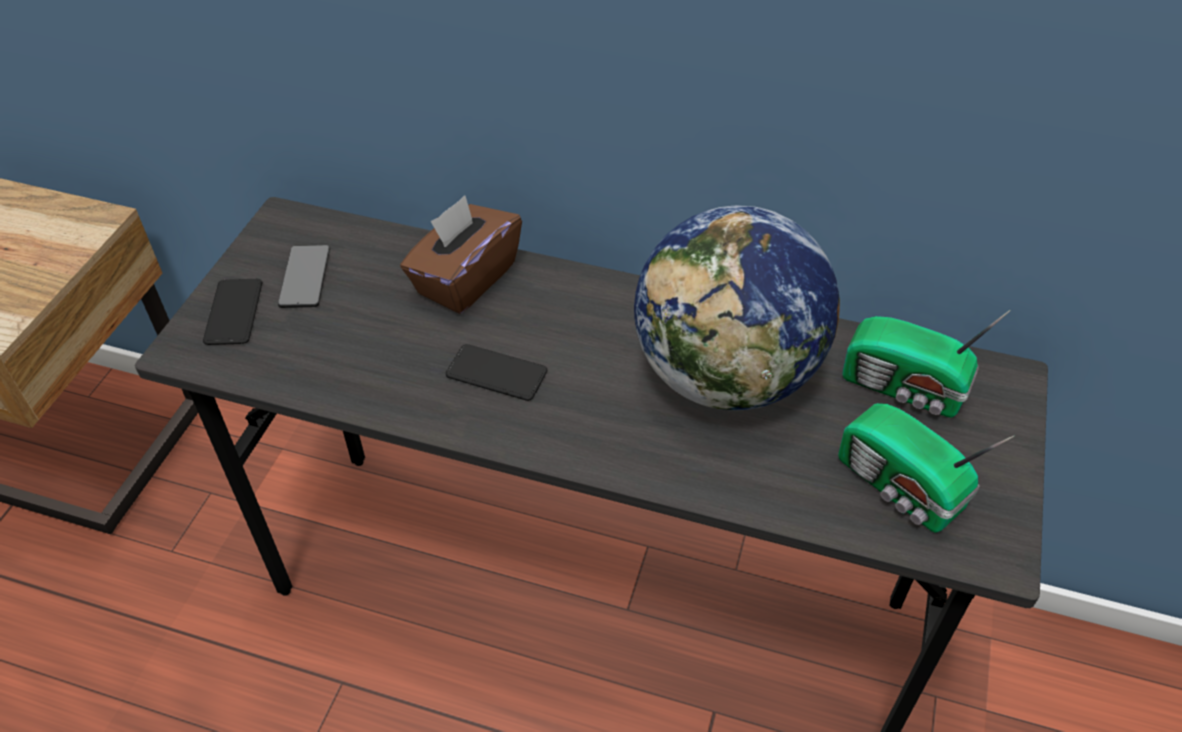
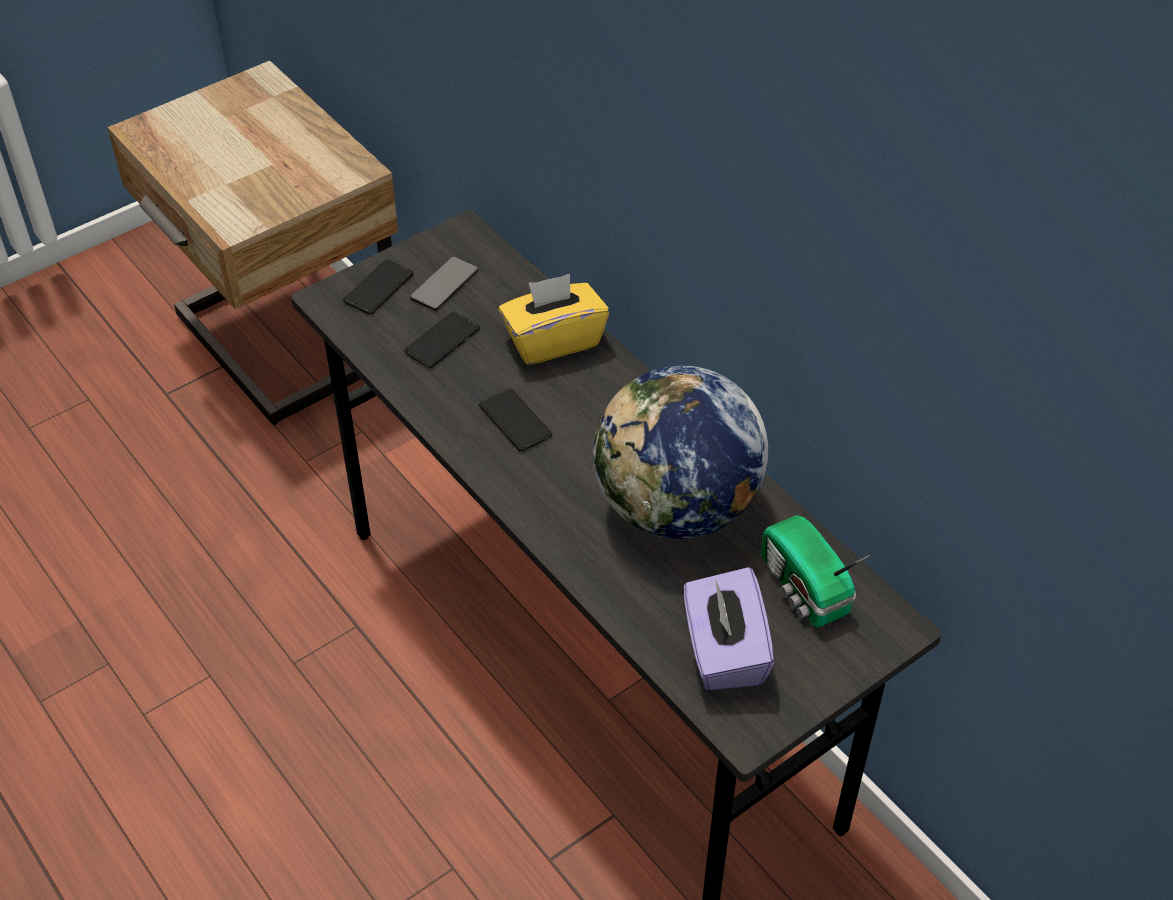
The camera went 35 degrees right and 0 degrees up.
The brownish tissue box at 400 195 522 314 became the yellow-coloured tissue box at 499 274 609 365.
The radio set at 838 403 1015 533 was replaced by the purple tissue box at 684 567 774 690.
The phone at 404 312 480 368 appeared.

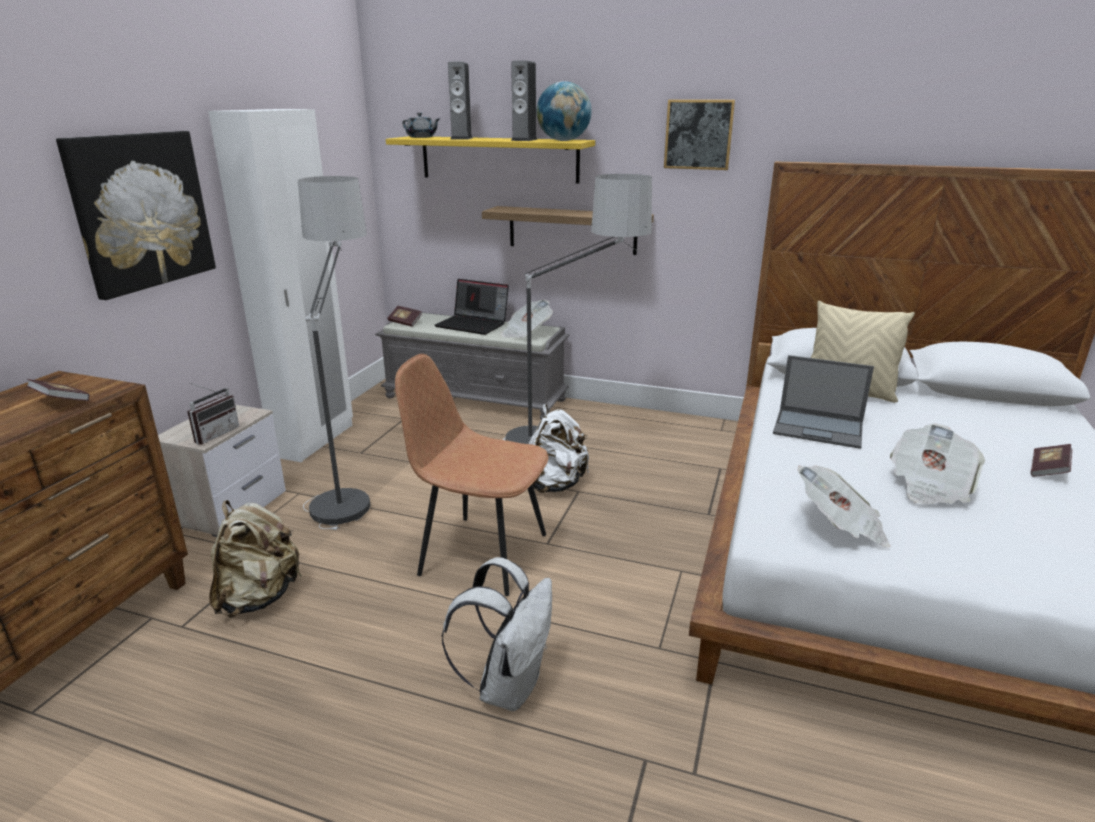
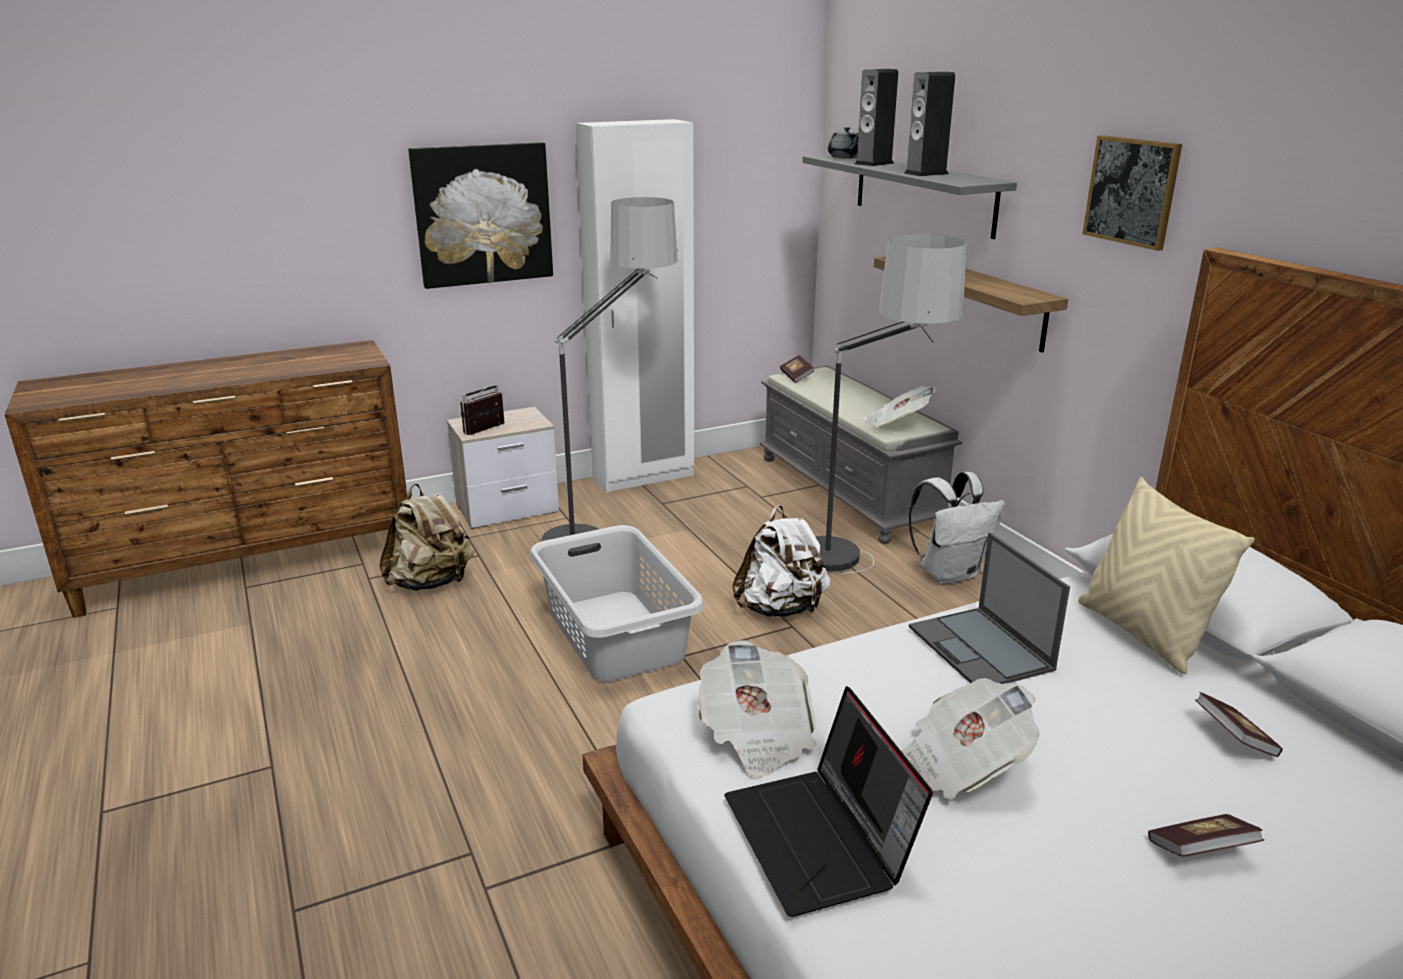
The camera went 45 degrees right and 0 degrees up.
The book moved from 26 379 90 401 to 1195 692 1283 757.
The radio set at 187 383 239 445 turned 150 degrees clockwise.
The yellow-coloured shelf at 386 136 595 184 became the grey shelf at 802 155 1017 239.
The brownish upright chair at 395 354 548 596 was replaced by the grey washing basket at 530 525 705 682.
The laptop moved from 434 279 509 335 to 724 686 933 917.
The white backpack moved from 442 557 552 711 to 909 472 1005 585.
The desk globe at 536 81 592 141 disappeared.

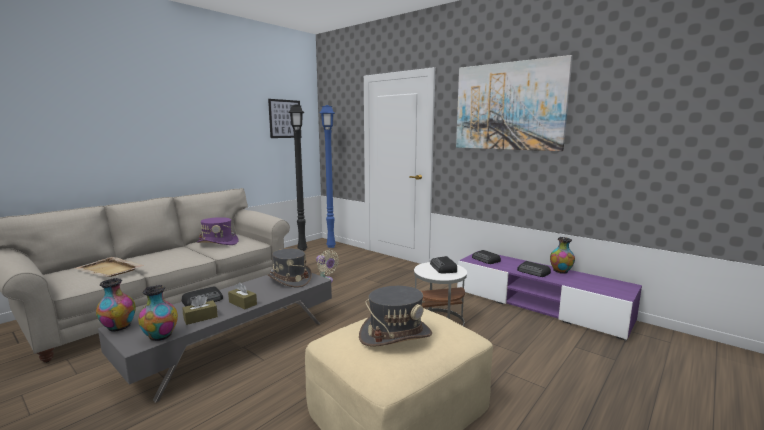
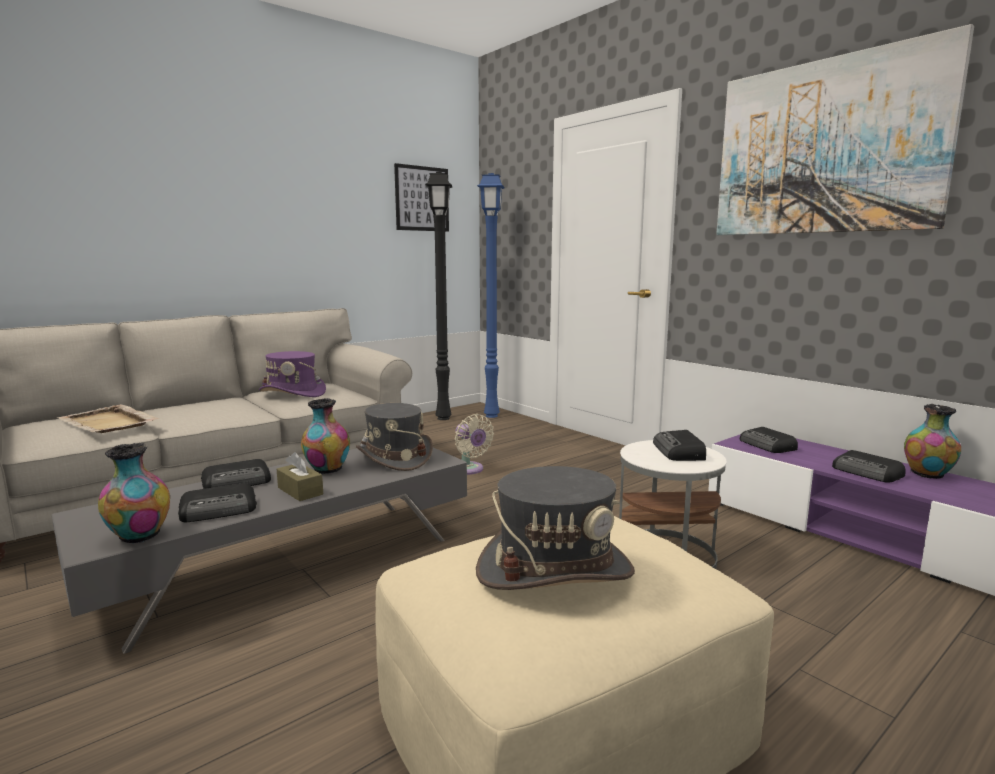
The camera went 10 degrees right and 0 degrees up.
The flower vase moved from 96 278 136 332 to 301 398 350 474.
The brownish tissue box at 182 295 218 325 was replaced by the radio set at 178 483 257 522.

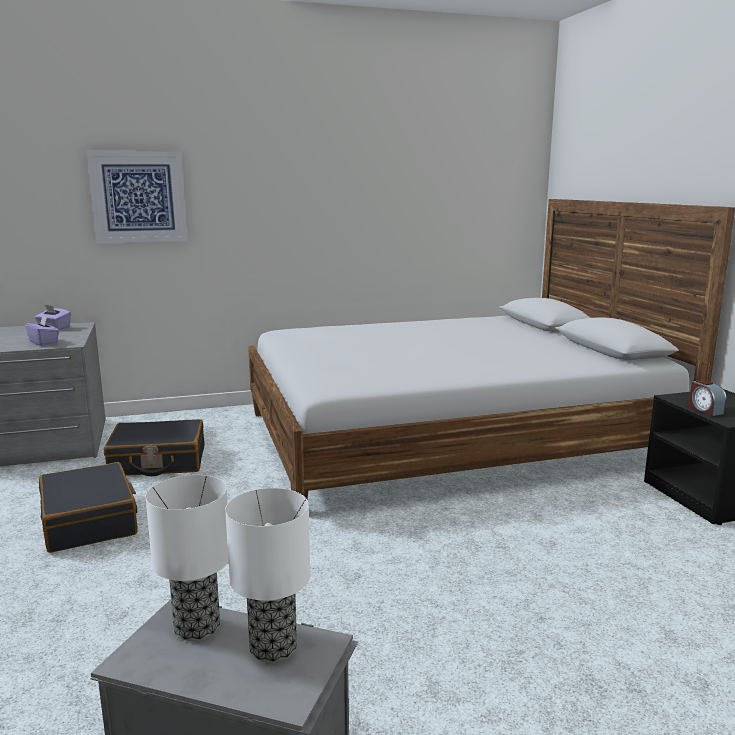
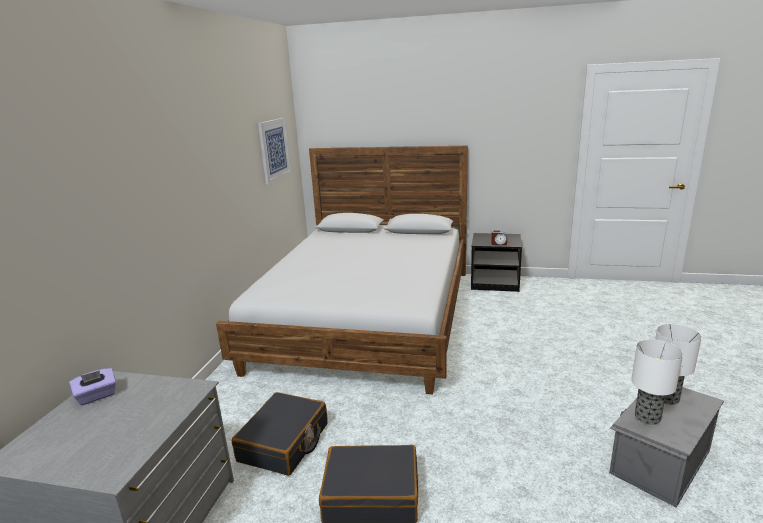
The camera went 60 degrees left and 5 degrees up.
The purple tissue box at 25 315 60 346 disappeared.
The wall art moved from 86 150 188 243 to 258 118 291 184.

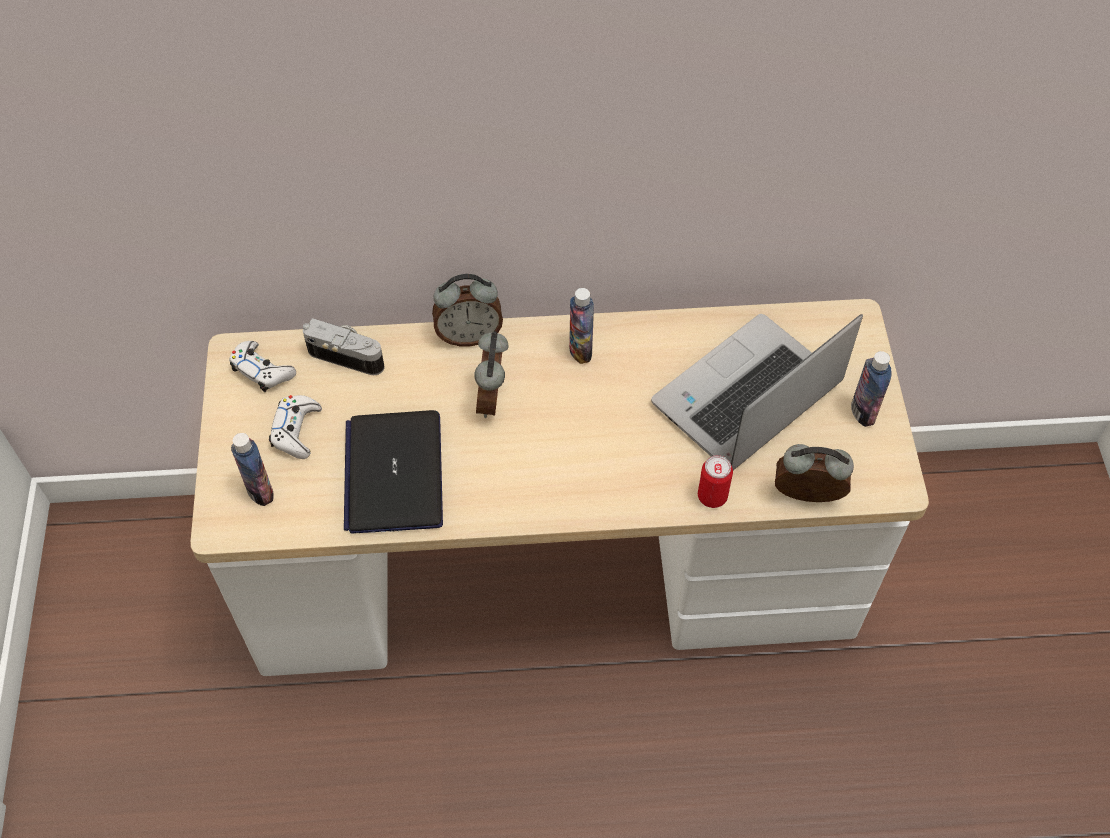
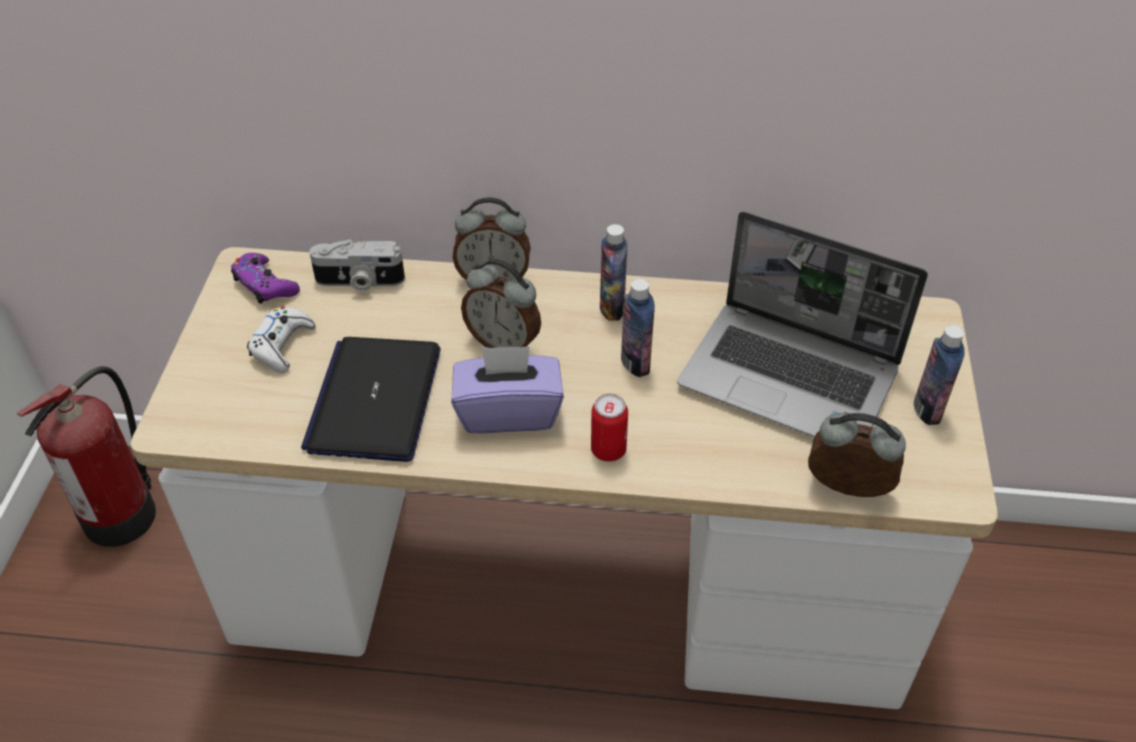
The camera went 10 degrees right and 10 degrees down.
The white joypad at 229 341 296 392 became the purple joypad at 231 253 300 304.
The drink bottle moved from 231 433 274 506 to 621 279 655 377.
The photo camera at 303 318 384 375 turned 150 degrees clockwise.
The bedside clock at 474 331 508 418 turned 75 degrees counterclockwise.
The laptop at 651 314 863 470 turned 120 degrees counterclockwise.
The metal can moved from 698 455 733 508 to 591 394 628 462.
The fire extinguisher at 17 366 156 547 appeared.
The purple tissue box at 451 346 564 433 appeared.

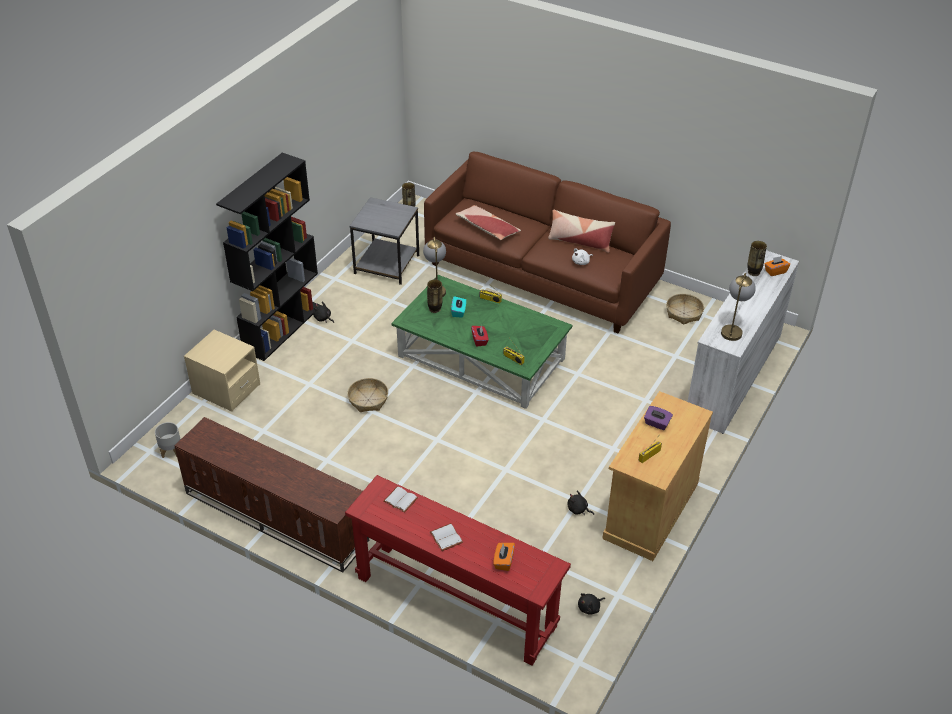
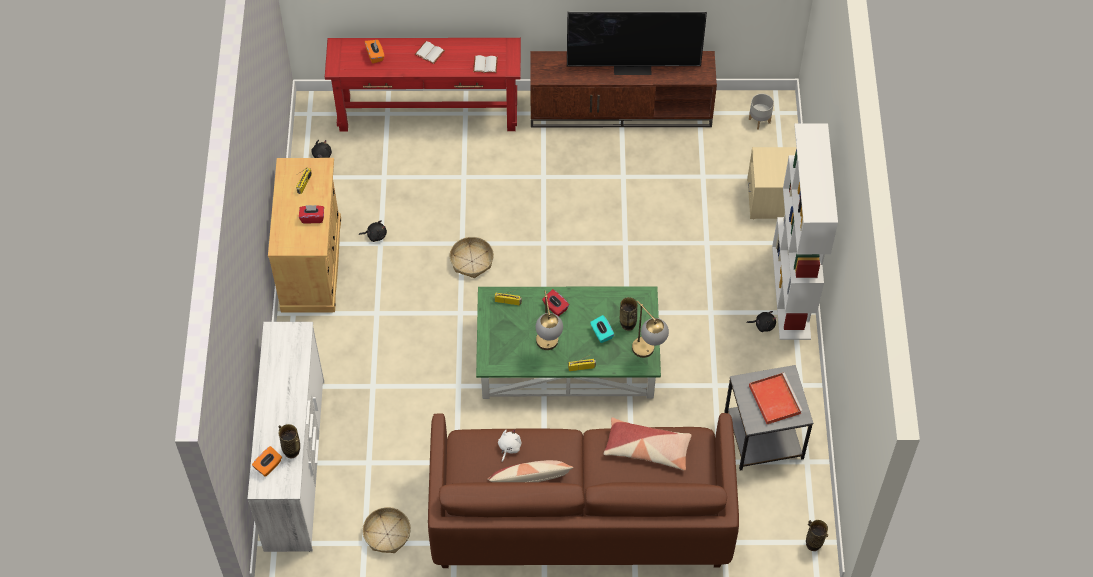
The camera went 150 degrees right and 15 degrees up.
The blackish bookcase at 216 152 319 361 became the white bookcase at 772 124 838 340.
The storage basket moved from 347 378 388 412 to 450 237 494 278.
The purple tissue box at 644 406 673 430 became the reddish tissue box at 299 205 324 224.
The tabletop lamp moved from 721 273 756 341 to 536 291 563 350.
The TV set at 567 12 707 75 appeared.
The reddish tray at 749 373 803 424 appeared.

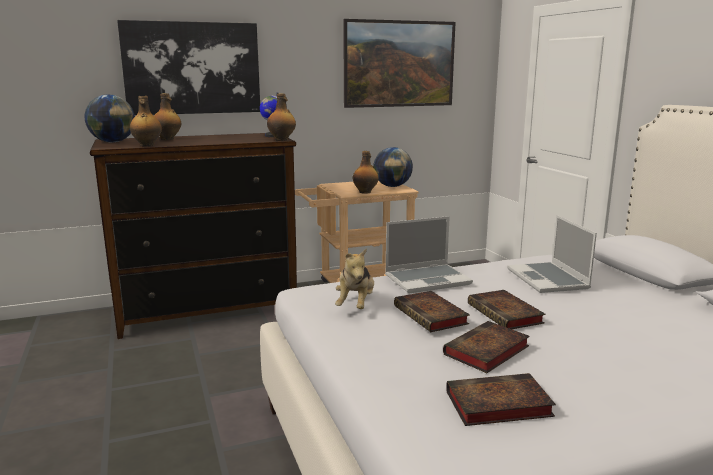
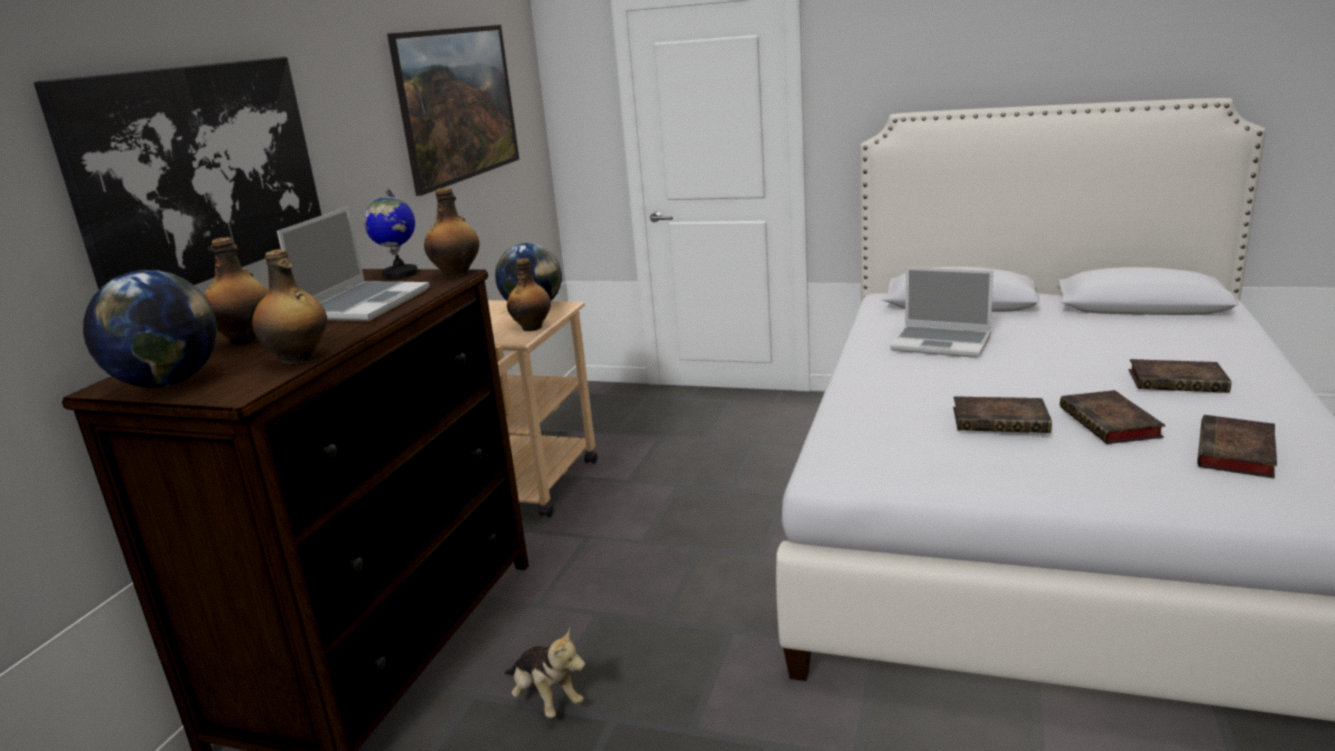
The camera went 50 degrees left and 5 degrees up.
The cuddly toy moved from 335 248 374 309 to 505 627 585 718.
The laptop moved from 385 216 473 293 to 277 206 430 321.
The book moved from 468 290 546 329 to 1129 359 1231 393.

